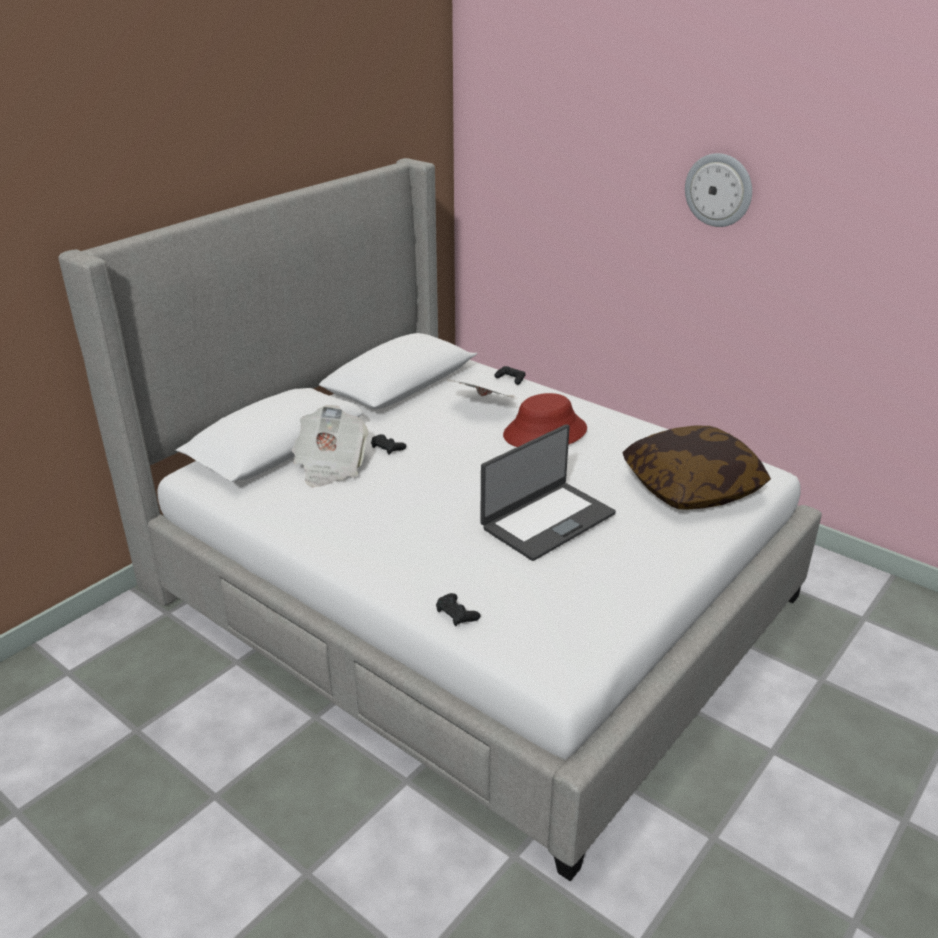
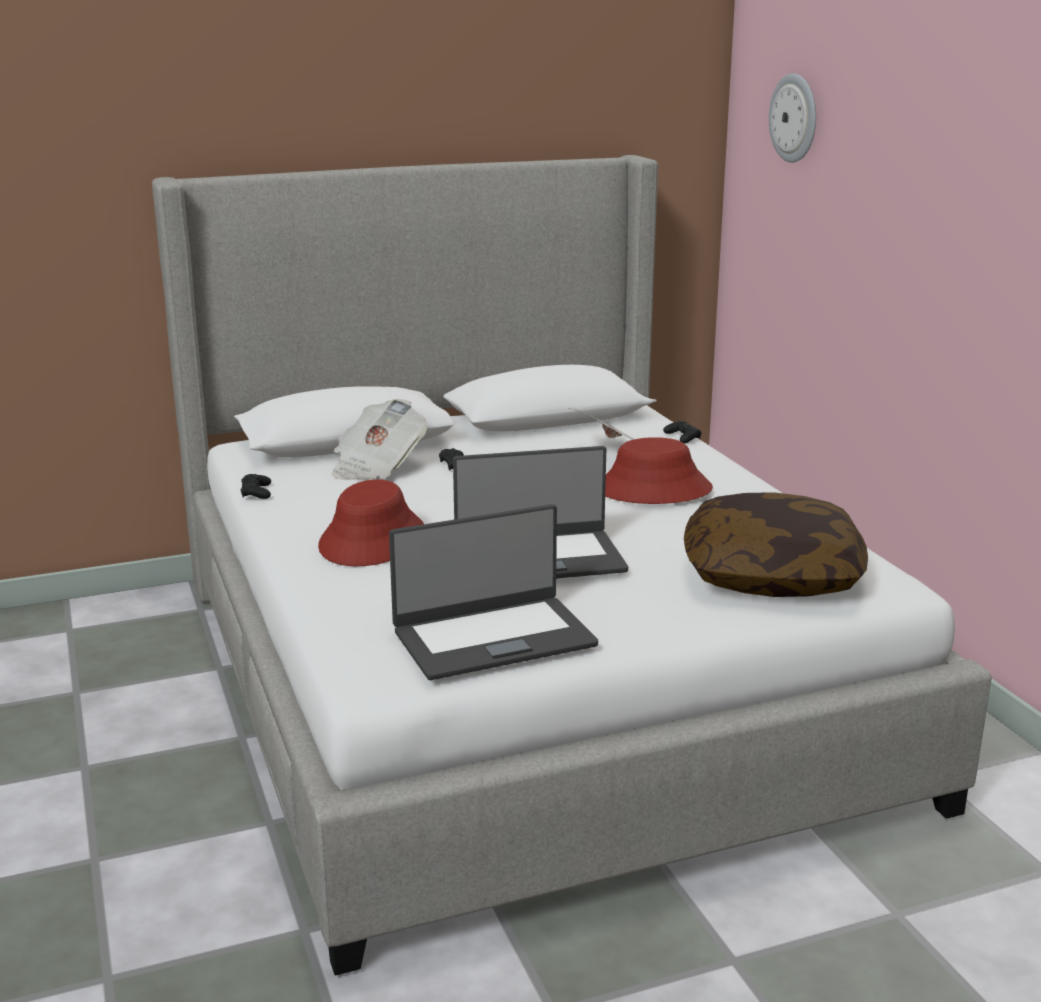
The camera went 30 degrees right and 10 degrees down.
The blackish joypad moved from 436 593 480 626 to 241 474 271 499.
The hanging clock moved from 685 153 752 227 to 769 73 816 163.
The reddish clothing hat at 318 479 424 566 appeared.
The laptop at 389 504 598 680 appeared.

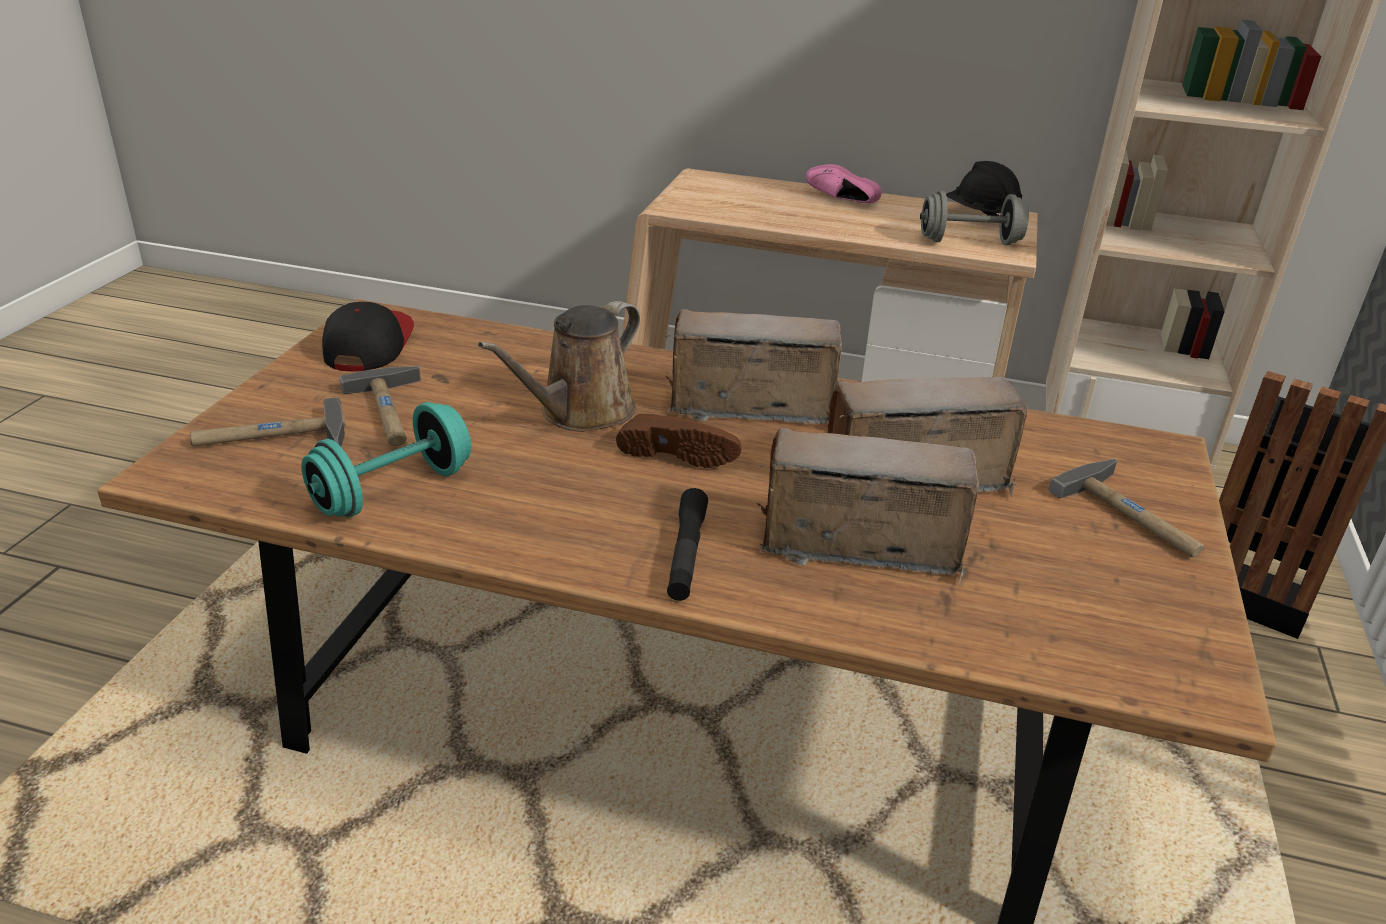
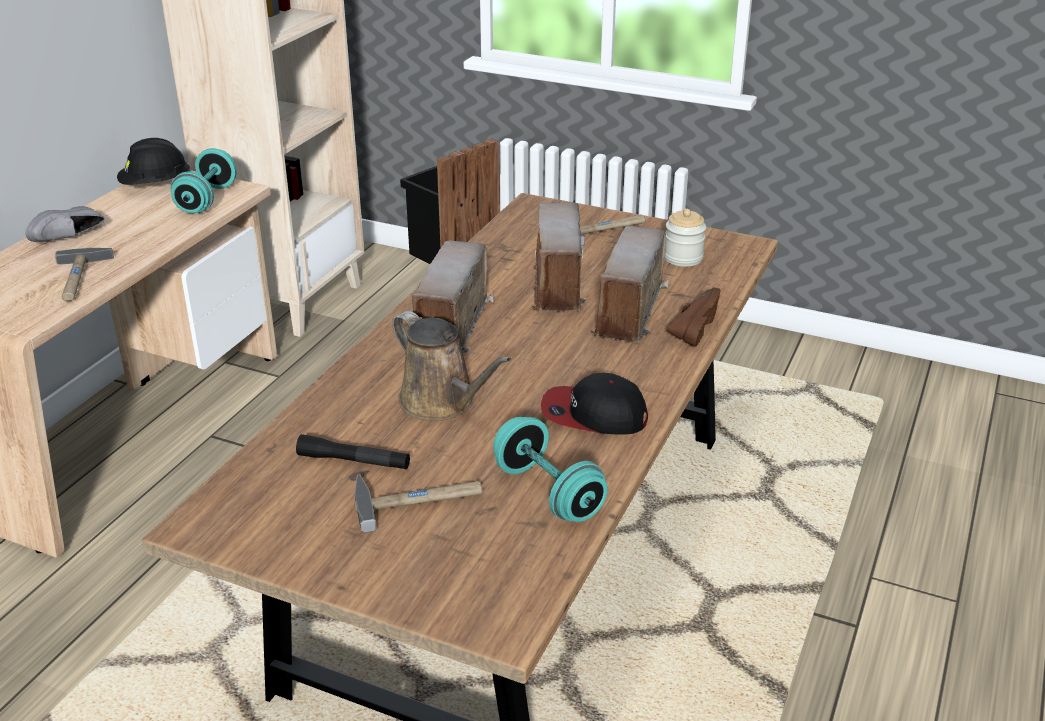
The camera went 80 degrees left and 0 degrees up.
The hand hammer moved from 190 397 346 447 to 55 248 114 301.
The baseball cap moved from 322 302 414 371 to 541 373 648 435.
The brownish item of footwear moved from 616 414 741 468 to 667 287 720 347.
The blackish torch moved from 667 488 708 601 to 296 434 410 469.
The pink item of footwear at 806 164 882 203 became the grey item of footwear at 25 206 105 242.
The grey dumbbell at 920 191 1029 245 became the blue-green dumbbell at 171 148 237 213.
The preserve jar at 664 209 706 267 appeared.

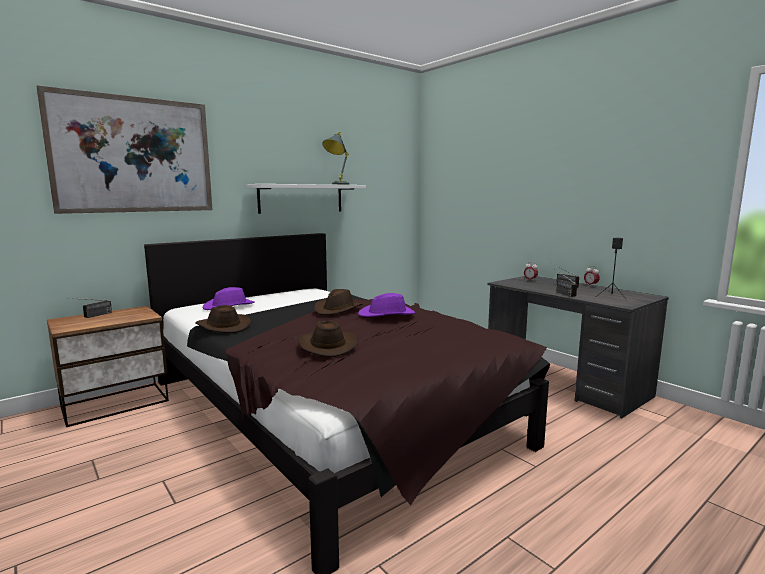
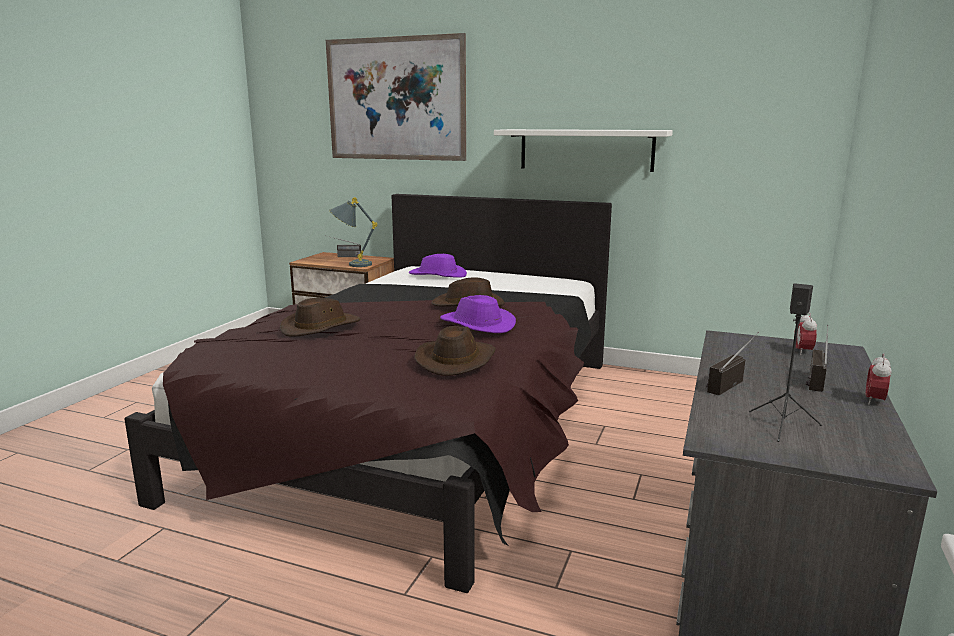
The camera went 60 degrees right and 5 degrees up.
The brownish clothing hat moved from 195 305 251 333 to 414 326 496 376.
The grey tabletop lamp moved from 322 132 349 185 to 329 197 378 267.

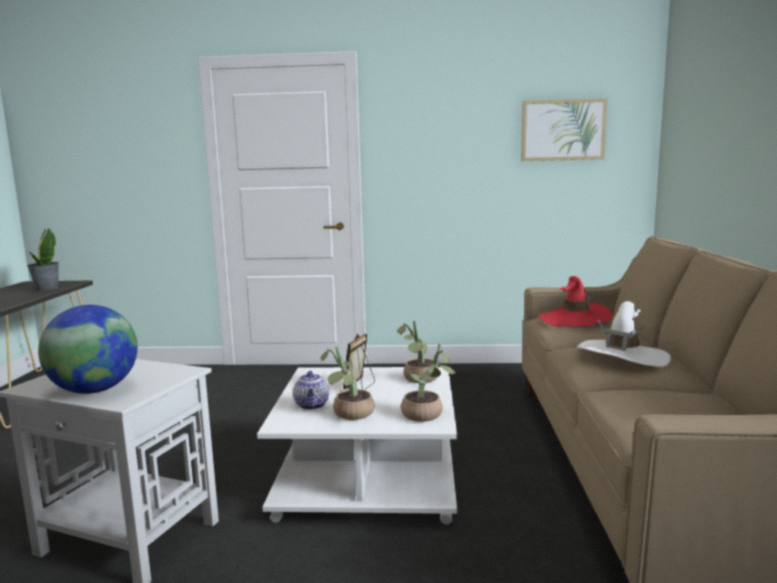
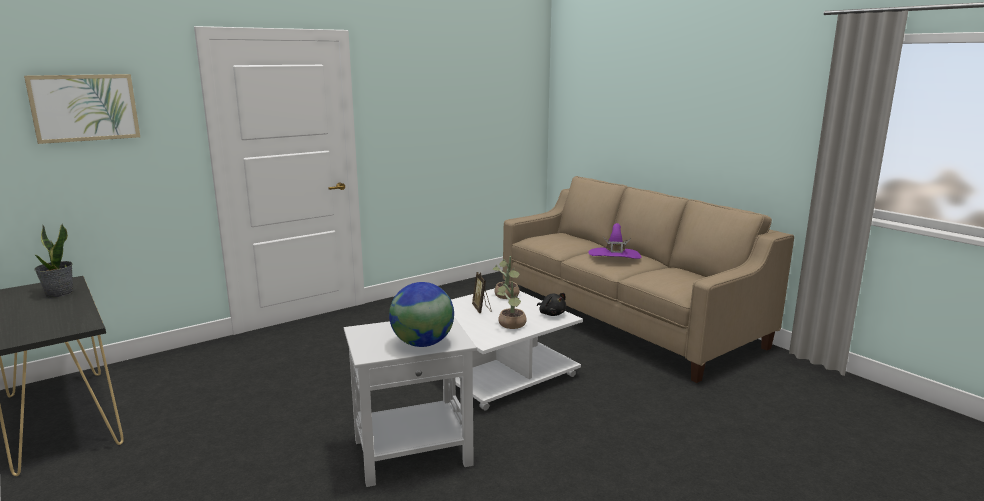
The camera went 40 degrees left and 5 degrees up.
The teapot at 293 371 329 410 disappeared.
The houseplant at 401 343 456 422 was replaced by the blackish cuddly toy at 537 293 566 316.
The wall art moved from 521 98 607 161 to 24 74 140 144.
The reddish clothing hat at 539 276 612 327 disappeared.
The white clothing hat at 577 301 671 367 became the purple clothing hat at 589 223 641 259.

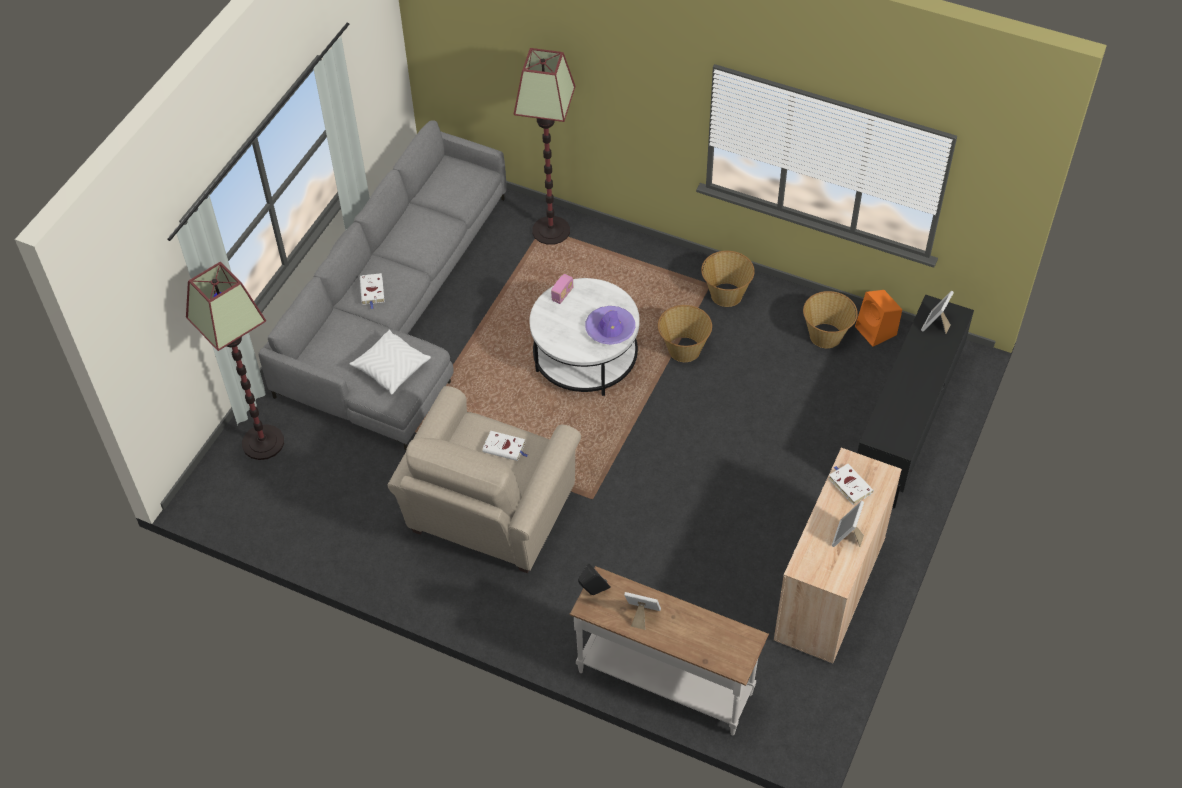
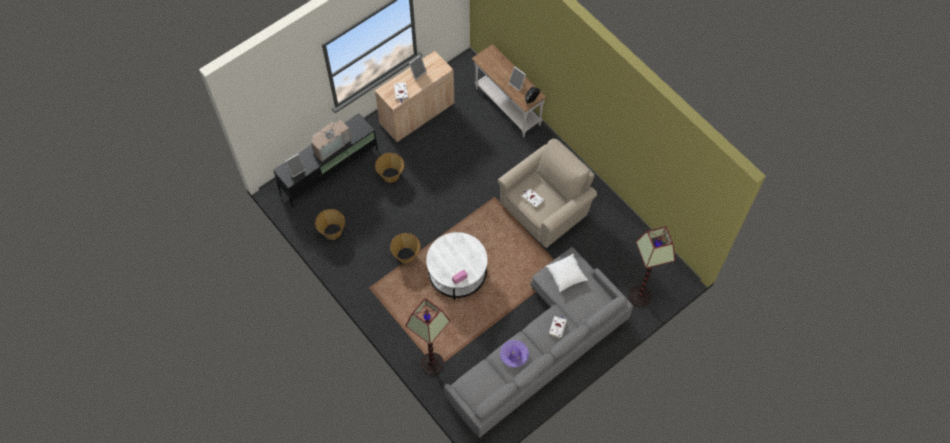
The camera went 155 degrees left and 10 degrees up.
The purple clothing hat moved from 585 306 635 345 to 500 340 529 368.
The storage basket moved from 701 251 755 307 to 375 153 404 183.
The orangey speaker at 855 290 902 347 disappeared.
The TV set at 311 120 351 161 appeared.

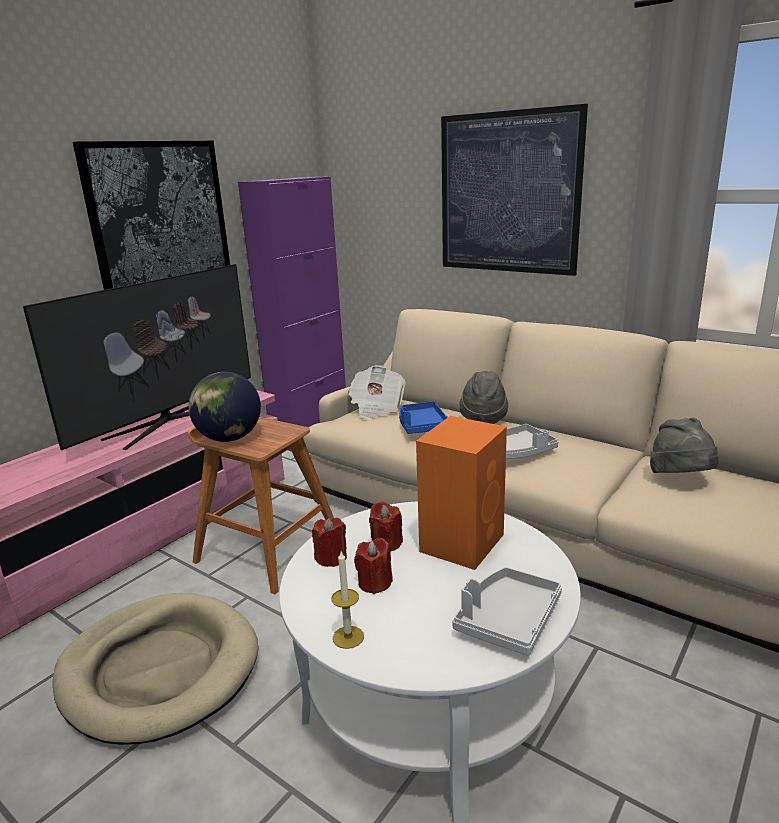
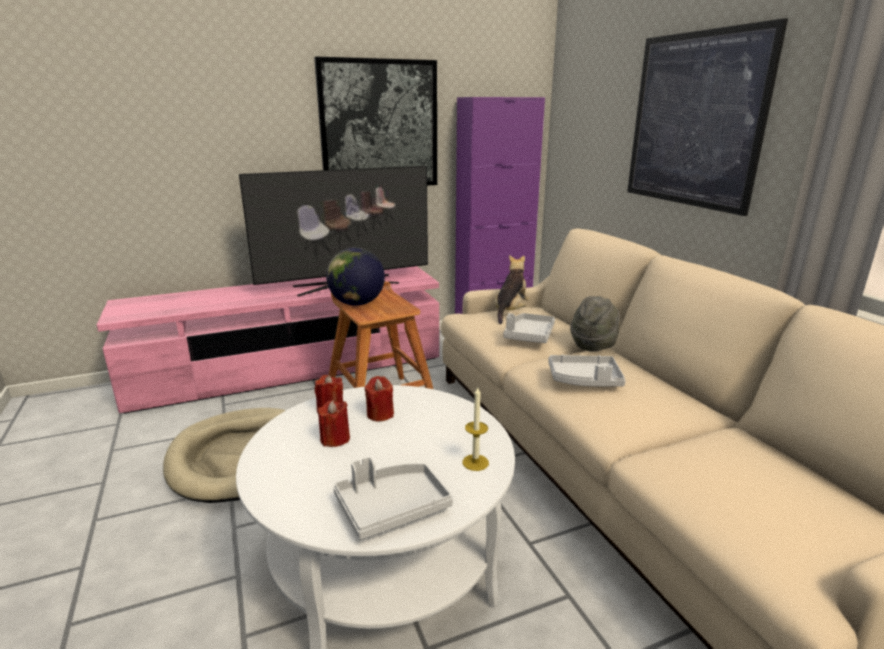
The camera went 30 degrees right and 0 degrees up.
The wax light moved from 331 551 364 649 to 463 387 489 471.
The newspaper at 348 365 406 419 was replaced by the cuddly toy at 495 255 530 324.
The blue-coloured tray at 399 401 448 434 became the grey tray at 504 313 555 343.
The orangey speaker at 416 416 507 570 disappeared.
The grey clothing hat at 650 418 719 473 disappeared.

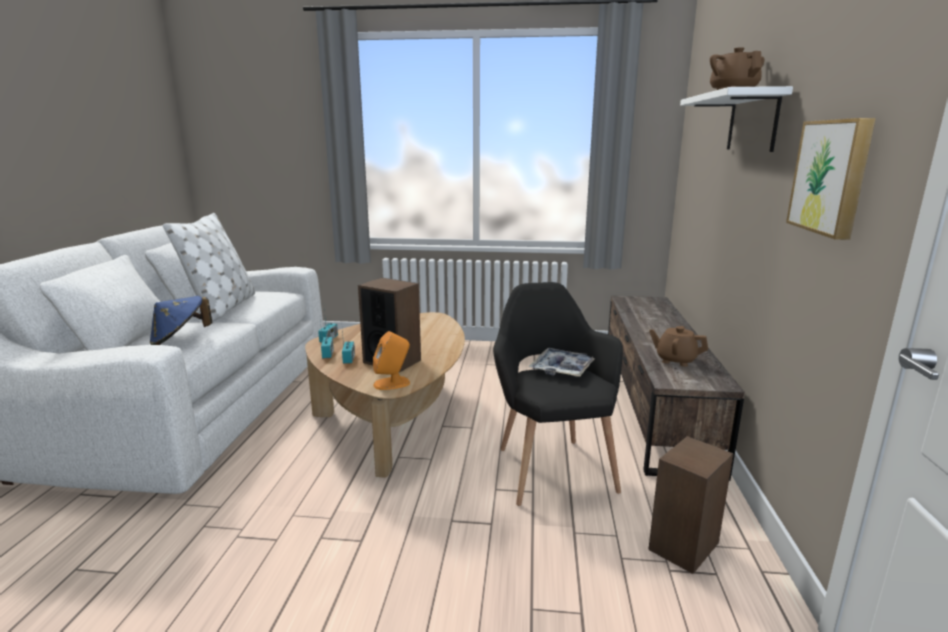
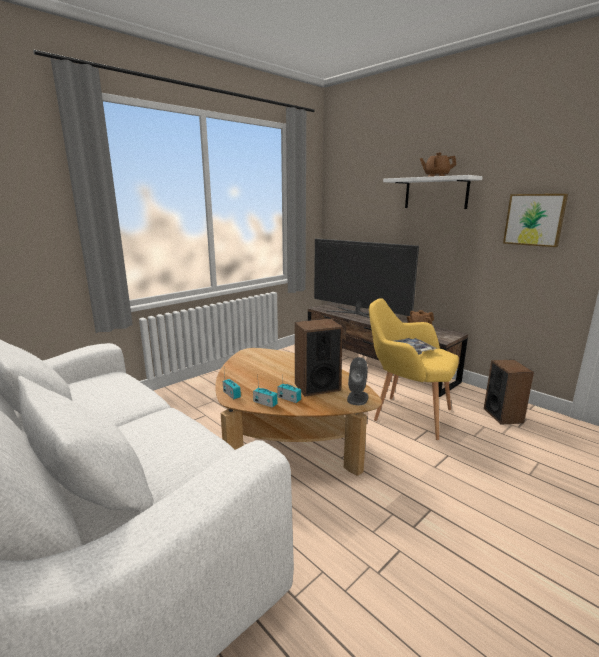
The camera went 50 degrees left and 0 degrees up.
The blue-coloured clothing hat at 150 296 212 345 disappeared.
The white cushion at 163 213 255 321 disappeared.
The orangey speaker at 373 331 410 390 became the grey speaker at 347 357 368 405.
The blackish easy chair at 493 282 623 506 became the yellow-coloured easy chair at 369 298 459 440.
The TV set at 314 238 419 318 appeared.

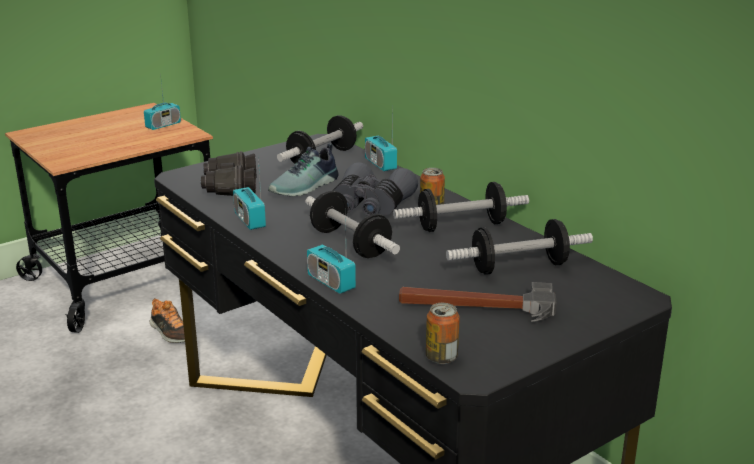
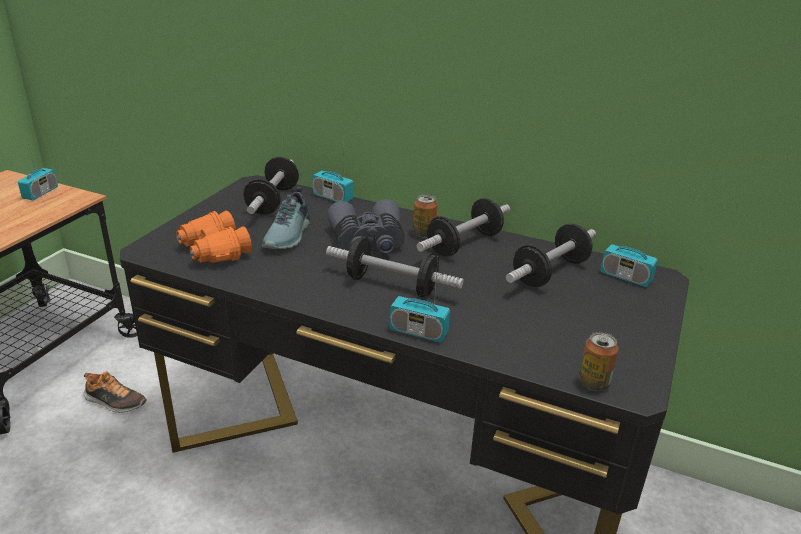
The camera went 30 degrees left and 5 degrees up.
The blackish pair of binoculars at 200 151 256 196 became the orangey pair of binoculars at 176 210 252 263.
The radio set moved from 233 154 266 230 to 601 214 658 287.
The hand hammer at 399 282 556 322 disappeared.

